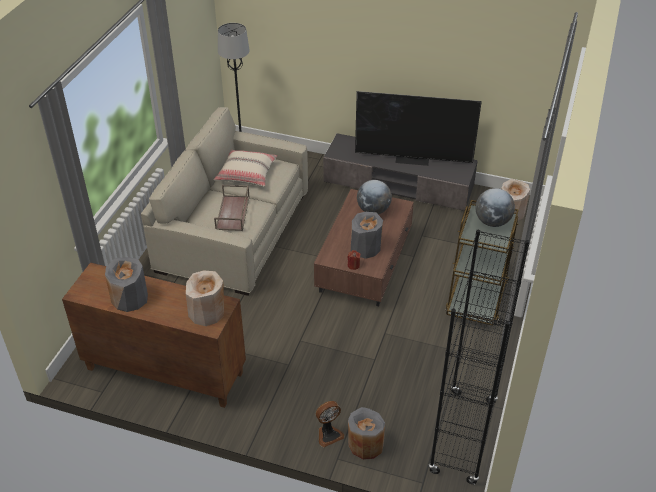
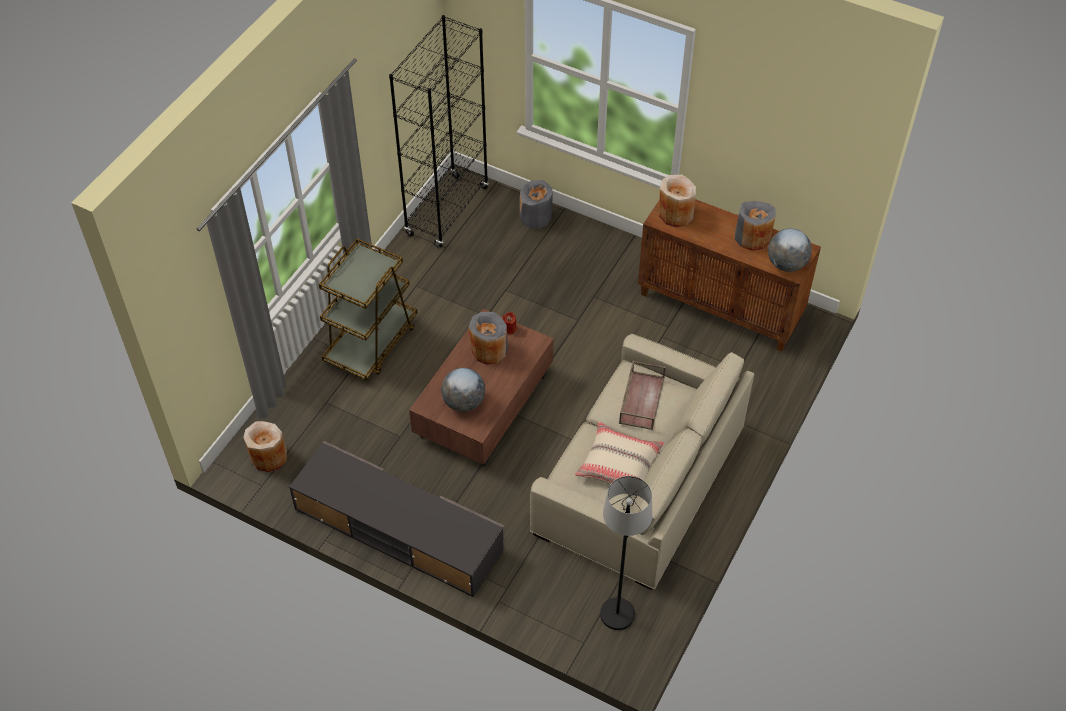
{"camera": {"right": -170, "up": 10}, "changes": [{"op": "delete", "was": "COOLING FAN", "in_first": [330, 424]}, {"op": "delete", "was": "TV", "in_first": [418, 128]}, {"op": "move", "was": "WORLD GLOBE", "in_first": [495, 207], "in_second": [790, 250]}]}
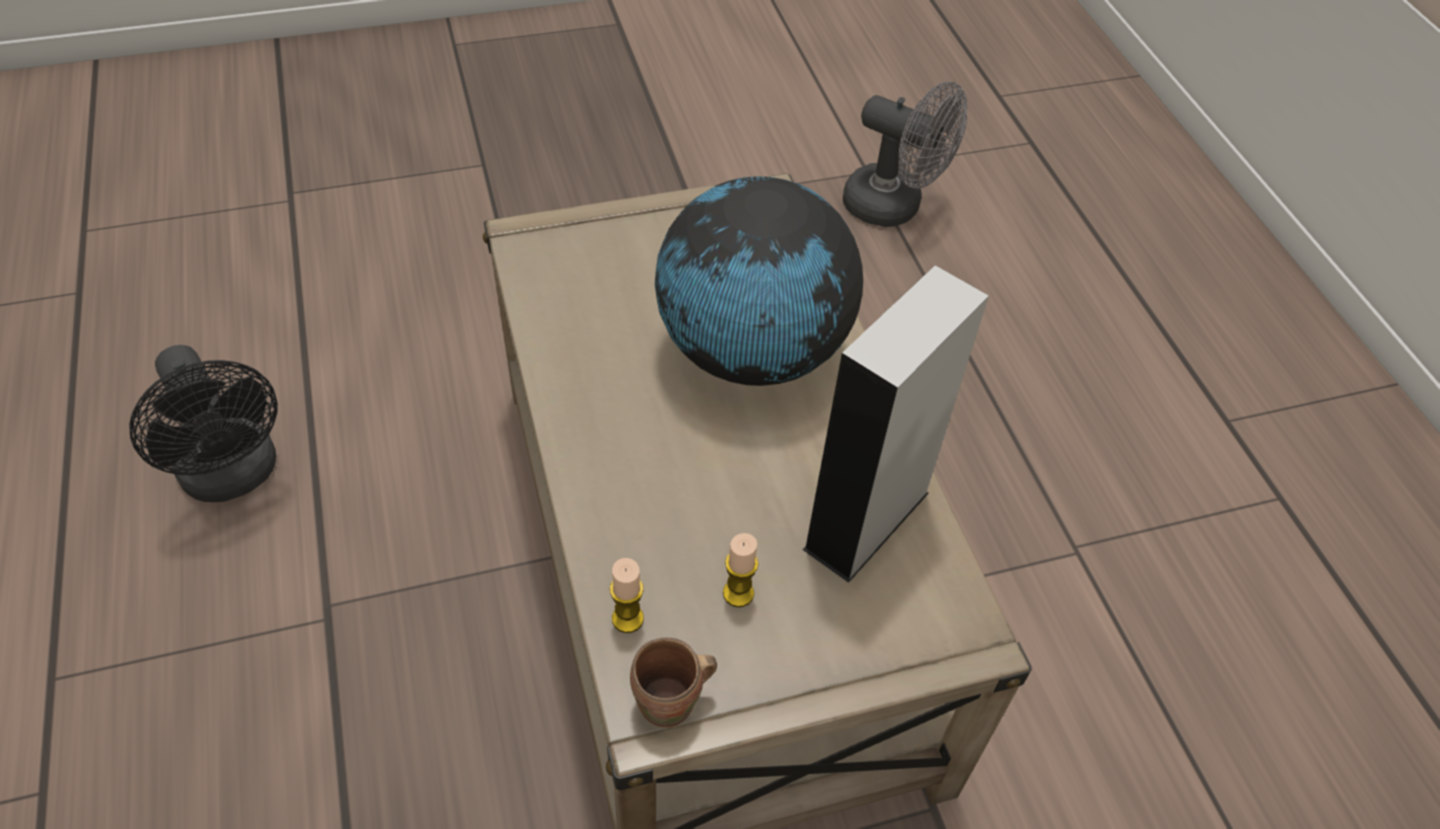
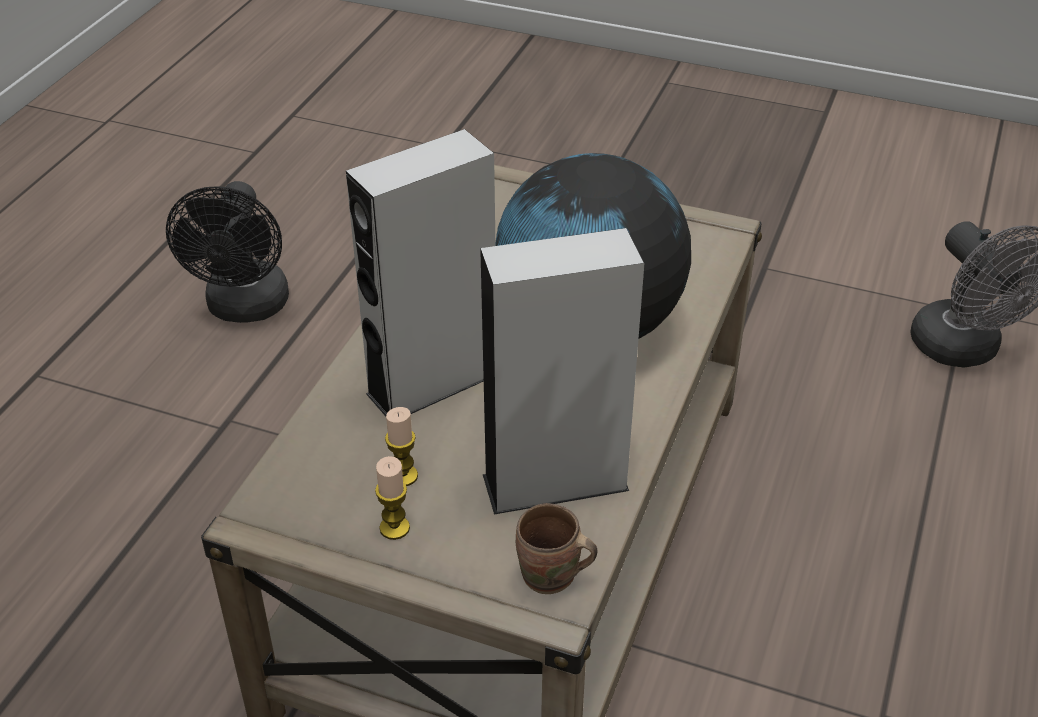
{"camera": {"right": 40, "up": -10}, "changes": [{"op": "insert", "now": "GREYISH SPEAKER", "in_second": [420, 273]}, {"op": "move", "was": "WAX CANDLE", "in_first": [627, 595], "in_second": [392, 498]}, {"op": "move", "was": "BROWN-COLOURED TEA MUG", "in_first": [673, 683], "in_second": [557, 548]}]}
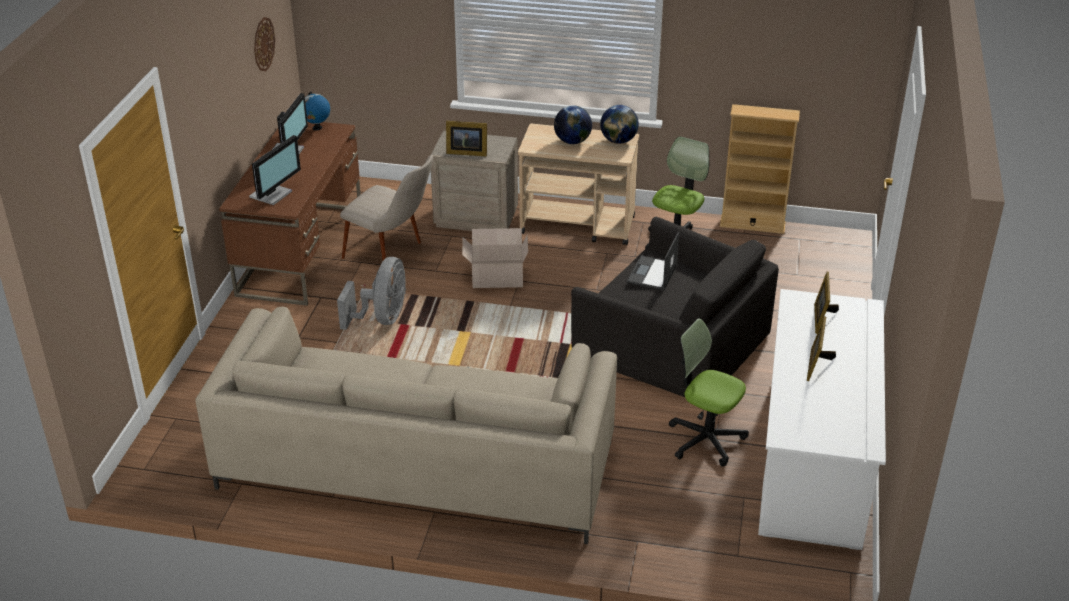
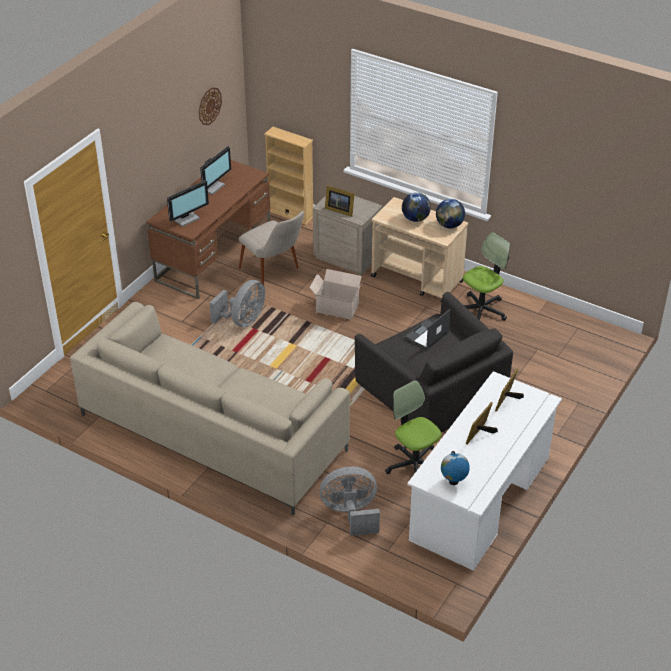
{"camera": {"right": 20, "up": 5}, "changes": [{"op": "insert", "now": "GREYISH COOLING FAN", "in_second": [350, 501]}, {"op": "move", "was": "WORLD GLOBE", "in_first": [317, 110], "in_second": [455, 468]}, {"op": "move", "was": "BEIGE-COLOURED SHELVING UNIT", "in_first": [760, 169], "in_second": [288, 176]}]}
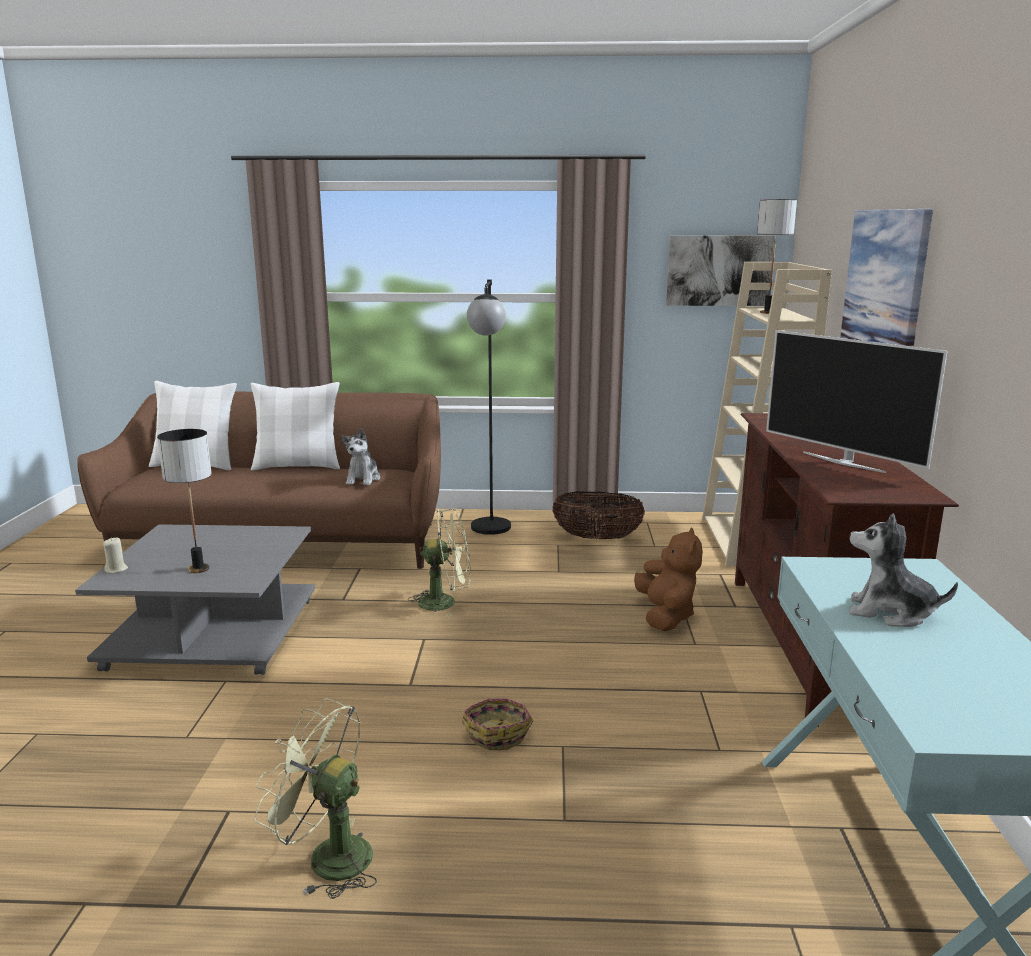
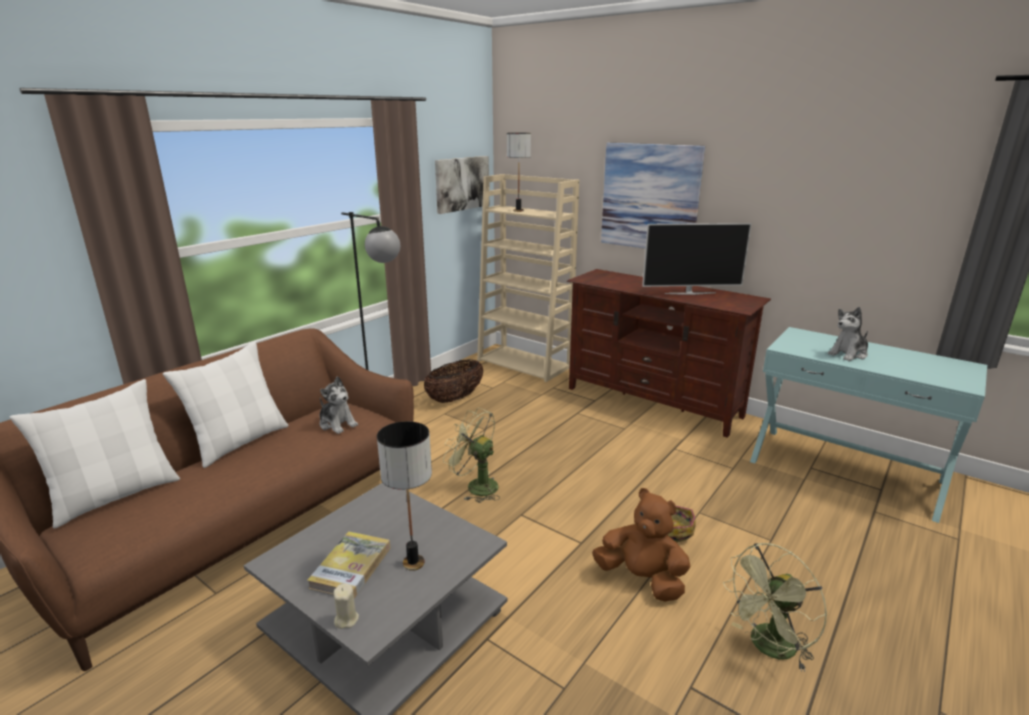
{"camera": {"right": -55, "up": 5}, "changes": [{"op": "insert", "now": "BOOK", "in_second": [348, 565]}, {"op": "move", "was": "BROWN-COLOURED CUDDLY TOY", "in_first": [668, 579], "in_second": [641, 545]}, {"op": "rotate", "was": "GREEN COOLING FAN", "in_first": [439, 563], "in_second": [471, 455], "clockwise": -90}]}
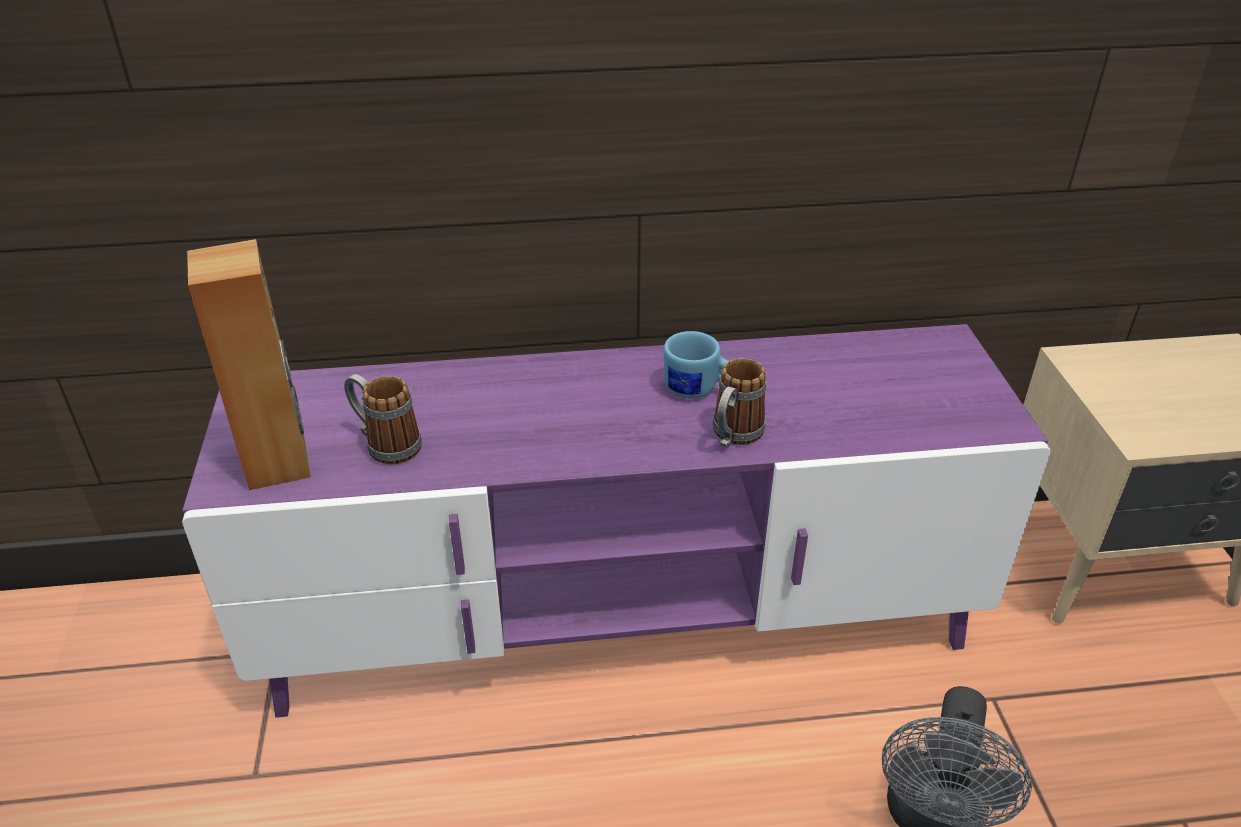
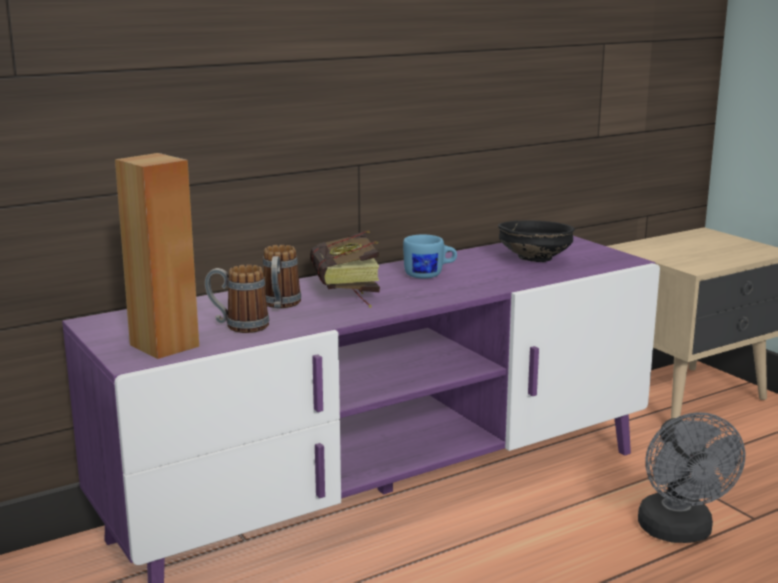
{"camera": {"right": -25, "up": -20}, "changes": [{"op": "insert", "now": "BOOK", "in_second": [345, 269]}, {"op": "insert", "now": "BLACK-COLOURED BOWL", "in_second": [536, 241]}, {"op": "move", "was": "TEA MUG", "in_first": [739, 403], "in_second": [282, 276]}]}
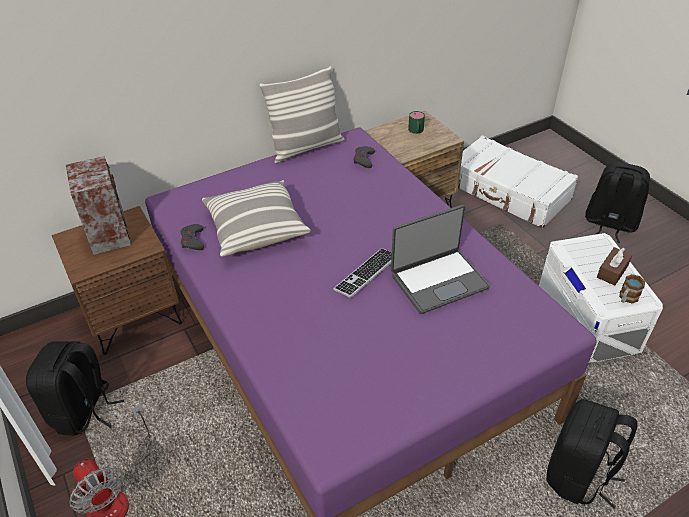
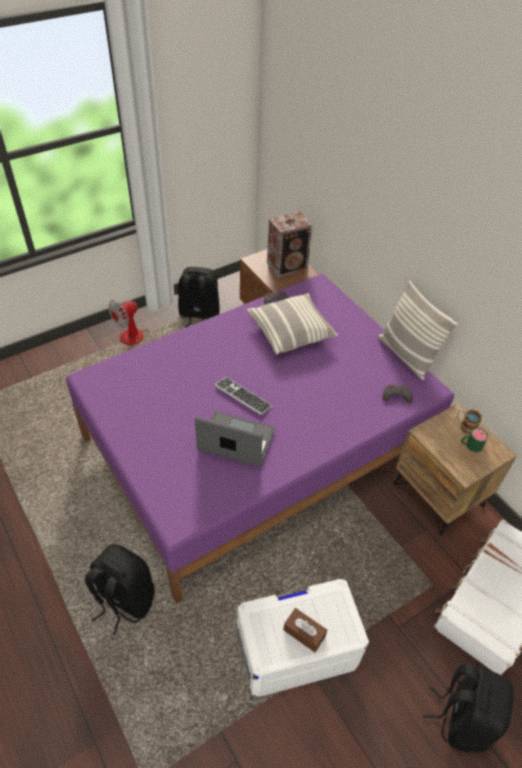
{"camera": {"right": 85, "up": 5}, "changes": [{"op": "move", "was": "TEA MUG", "in_first": [632, 288], "in_second": [469, 421]}, {"op": "rotate", "was": "LAPTOP", "in_first": [440, 259], "in_second": [235, 439], "clockwise": 135}]}
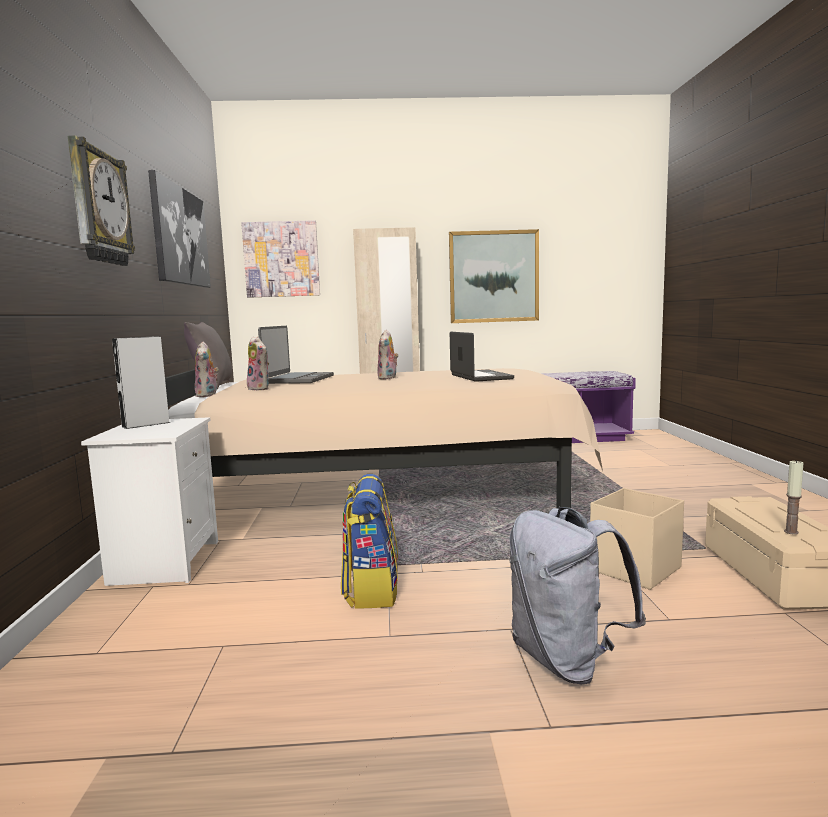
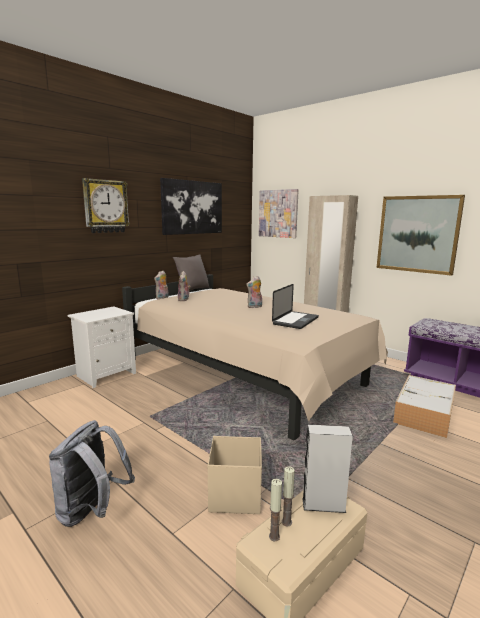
{"camera": {"right": 45, "up": 5}, "changes": [{"op": "delete", "was": "LAPTOP", "in_first": [296, 355]}, {"op": "delete", "was": "BACKPACK", "in_first": [369, 541]}, {"op": "insert", "now": "WAX CANDLE", "in_second": [288, 496]}, {"op": "insert", "now": "STORAGE BIN", "in_second": [424, 406]}, {"op": "move", "was": "GREYISH SPEAKER", "in_first": [141, 382], "in_second": [327, 468]}]}
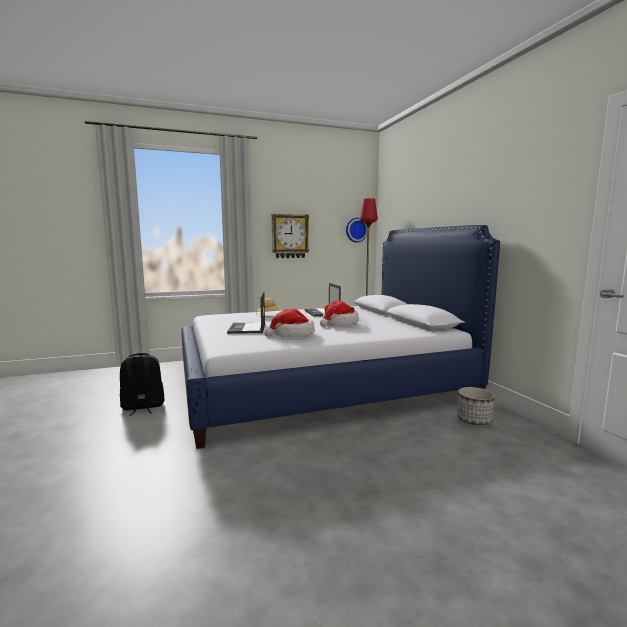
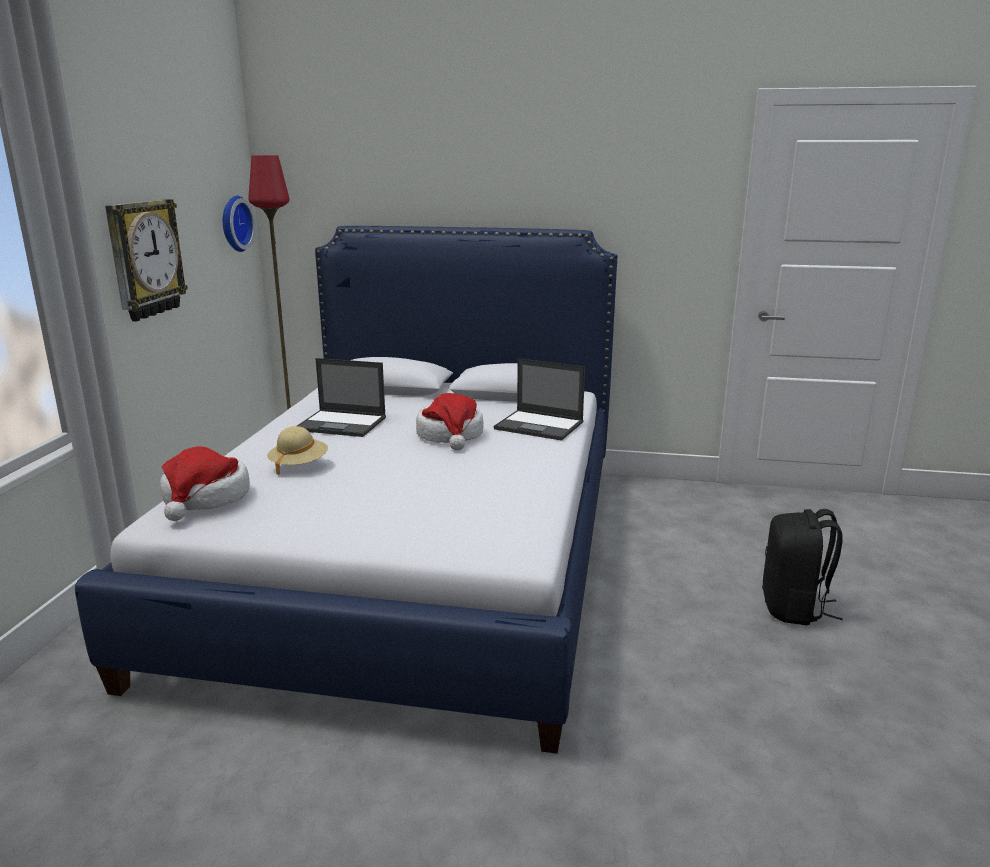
{"camera": {"right": -60, "up": 10}, "changes": [{"op": "delete", "was": "PLANT POT", "in_first": [476, 406]}, {"op": "move", "was": "BLACK-COLOURED BACKPACK", "in_first": [142, 384], "in_second": [802, 567]}, {"op": "move", "was": "LAPTOP", "in_first": [246, 313], "in_second": [539, 399]}, {"op": "move", "was": "HAT", "in_first": [289, 323], "in_second": [205, 483]}]}
